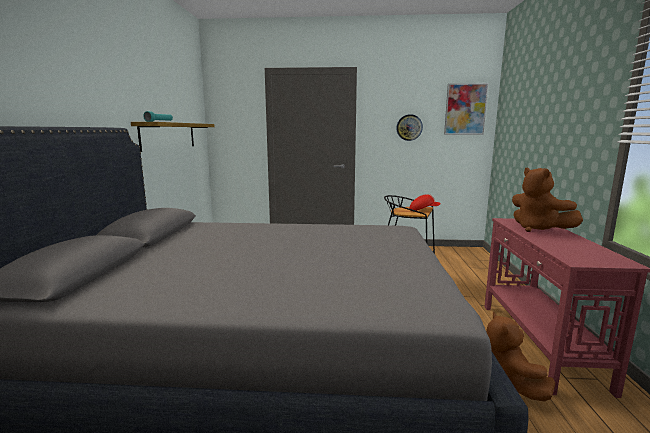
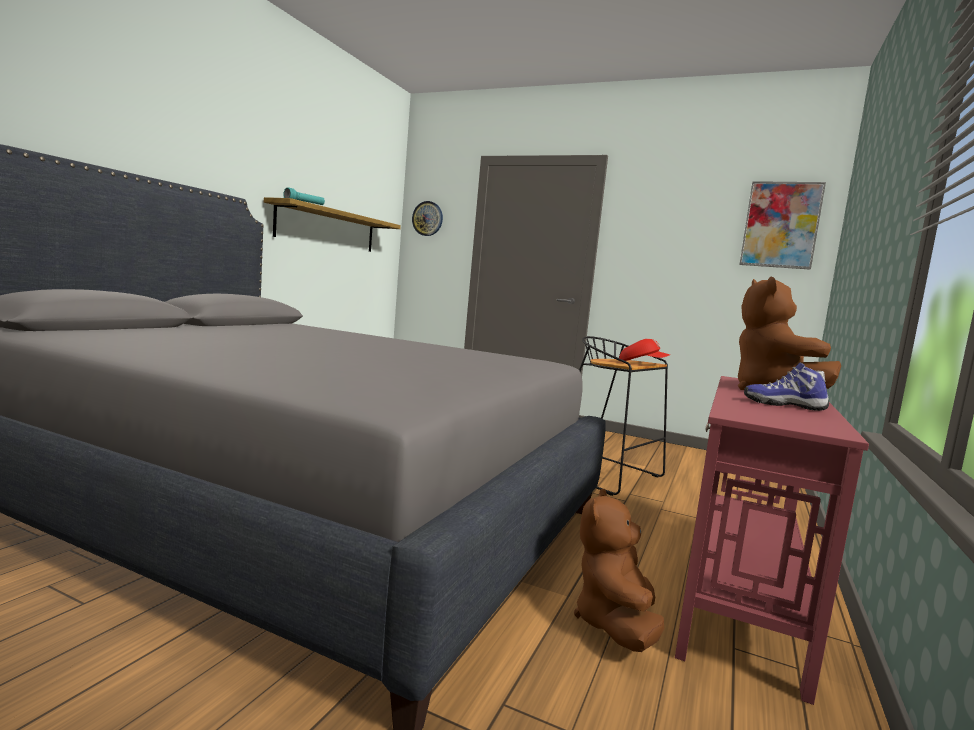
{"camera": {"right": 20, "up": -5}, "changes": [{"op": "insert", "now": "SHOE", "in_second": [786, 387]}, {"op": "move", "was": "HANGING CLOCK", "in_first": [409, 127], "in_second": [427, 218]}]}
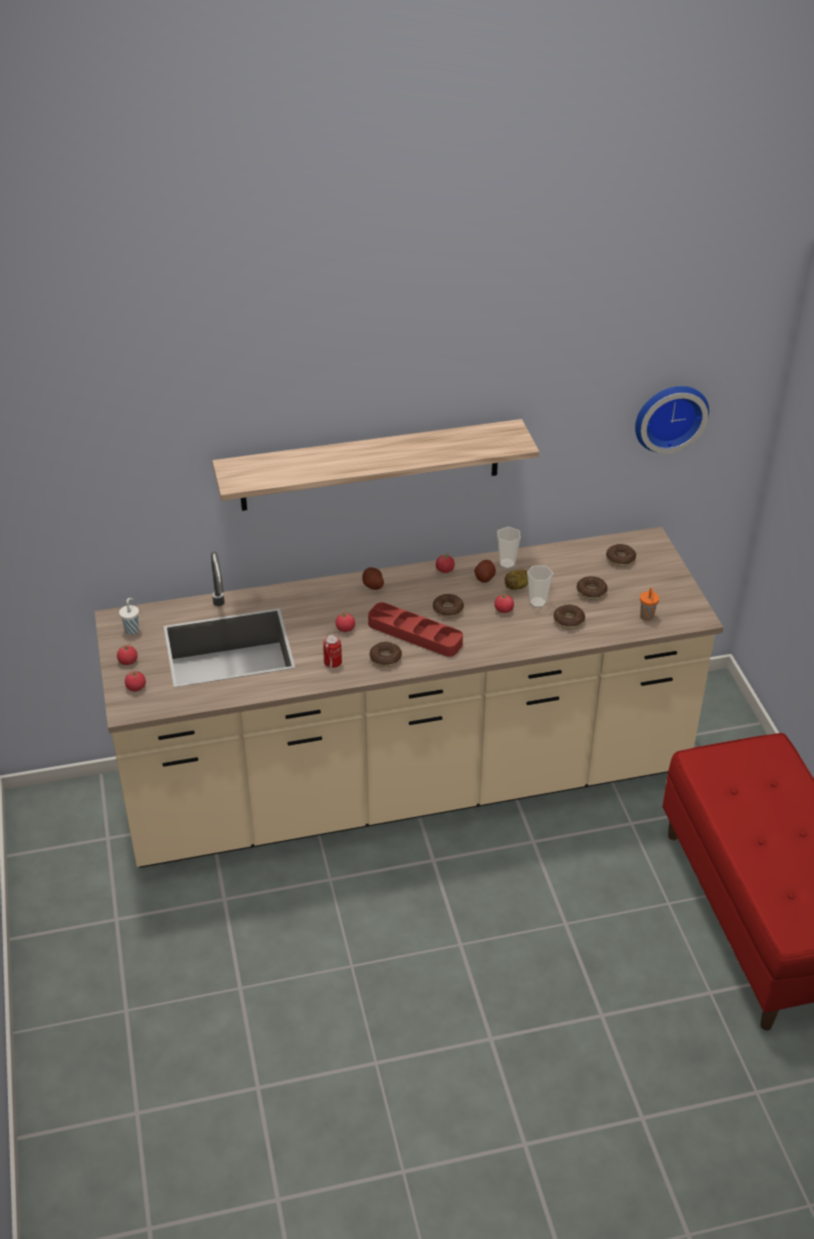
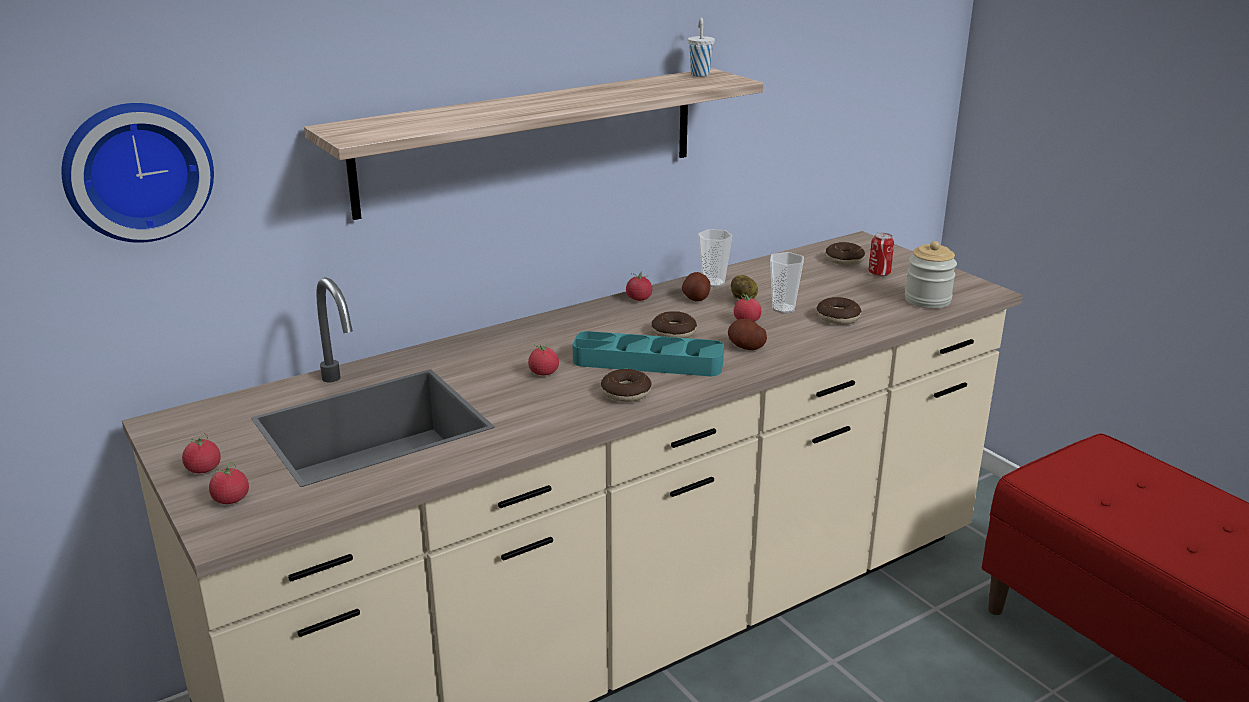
{"camera": {"right": -20, "up": -15}, "changes": [{"op": "delete", "was": "RING DOUGHNUT", "in_first": [592, 588]}, {"op": "move", "was": "WHITE DRINKING CUP", "in_first": [129, 616], "in_second": [701, 47]}, {"op": "move", "was": "CAN", "in_first": [332, 651], "in_second": [881, 254]}, {"op": "move", "was": "SPUD", "in_first": [373, 578], "in_second": [747, 334]}, {"op": "move", "was": "HANGING CLOCK", "in_first": [672, 419], "in_second": [137, 173]}, {"op": "replace", "was": "ORANGE DRINKING CUP", "now": "PRESERVE JAR", "in_first": [649, 604], "in_second": [931, 275]}, {"op": "recolor", "was": "REDDISH CARRYING TRAY", "now": "BLUE-GREEN CARRYING TRAY", "in_first": [415, 629], "in_second": [648, 353]}]}
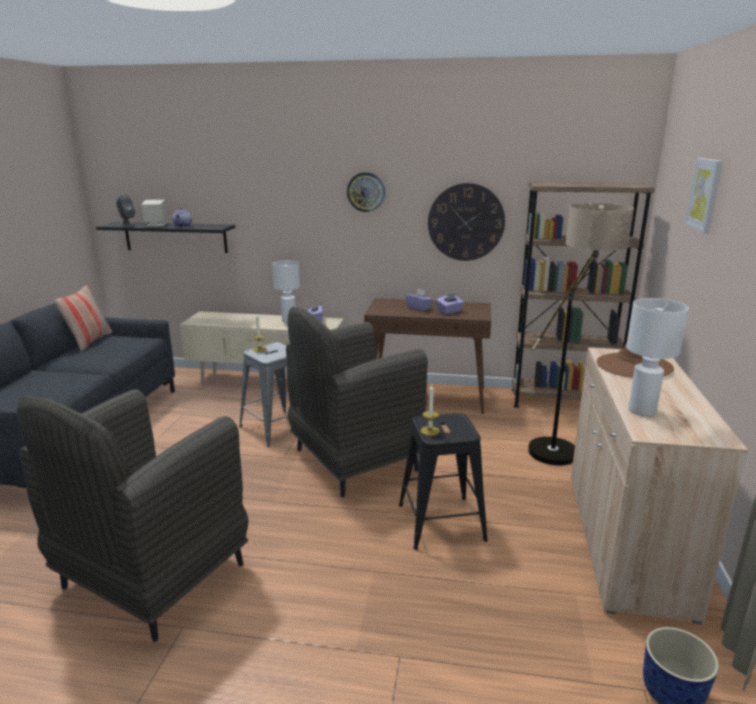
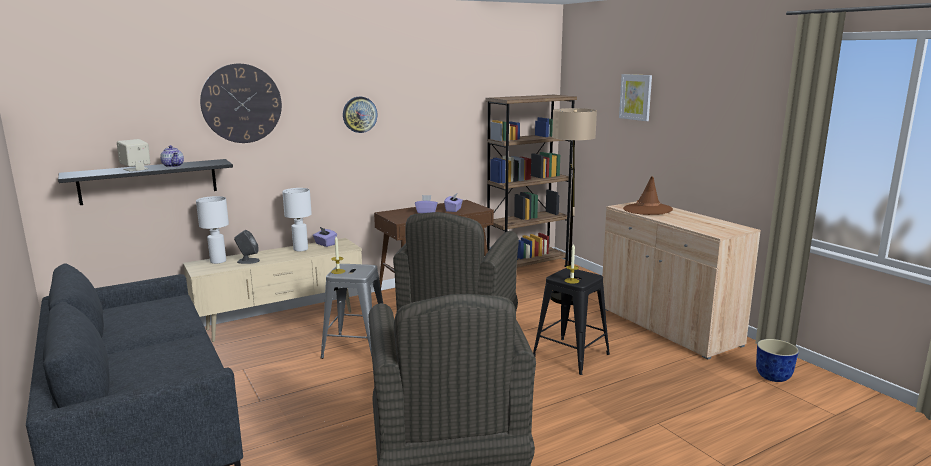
{"camera": {"right": -40, "up": -5}, "changes": [{"op": "delete", "was": "PILLOW", "in_first": [83, 318]}, {"op": "move", "was": "GREYISH SPEAKER", "in_first": [126, 210], "in_second": [247, 247]}, {"op": "move", "was": "HANGING CLOCK", "in_first": [466, 222], "in_second": [241, 103]}, {"op": "move", "was": "WHITE TABLETOP LAMP", "in_first": [657, 357], "in_second": [212, 230]}]}
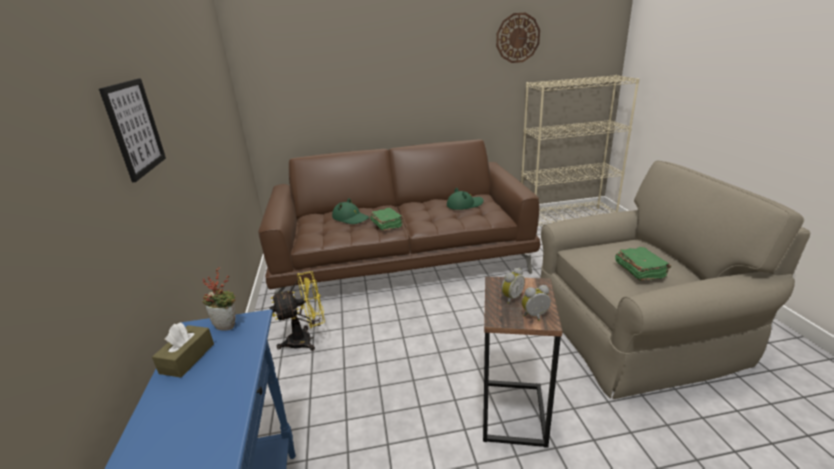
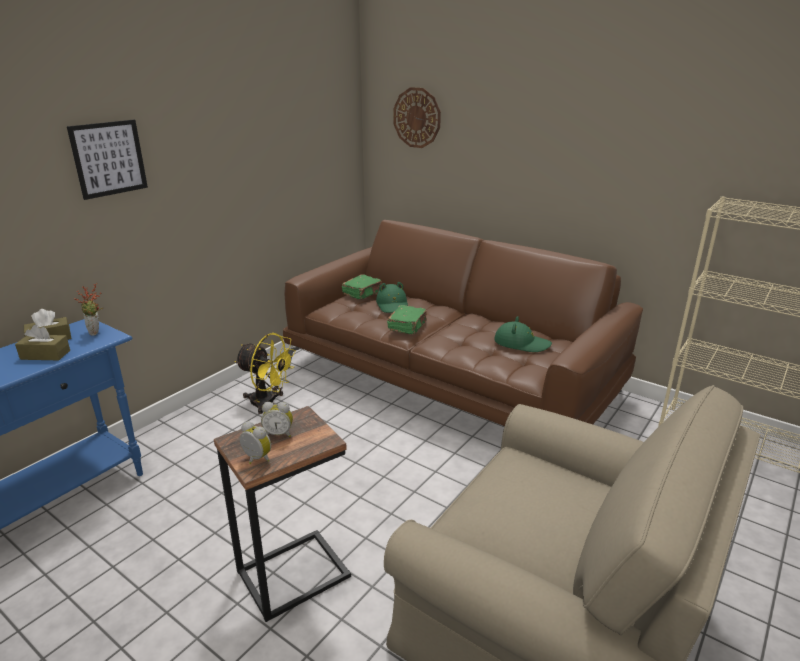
{"camera": {"right": 45, "up": 0}, "changes": [{"op": "insert", "now": "BROWN-COLOURED TISSUE BOX", "in_second": [42, 342]}, {"op": "move", "was": "HANGING CLOCK", "in_first": [518, 38], "in_second": [417, 117]}, {"op": "move", "was": "GREEN BOOK", "in_first": [643, 264], "in_second": [362, 286]}]}
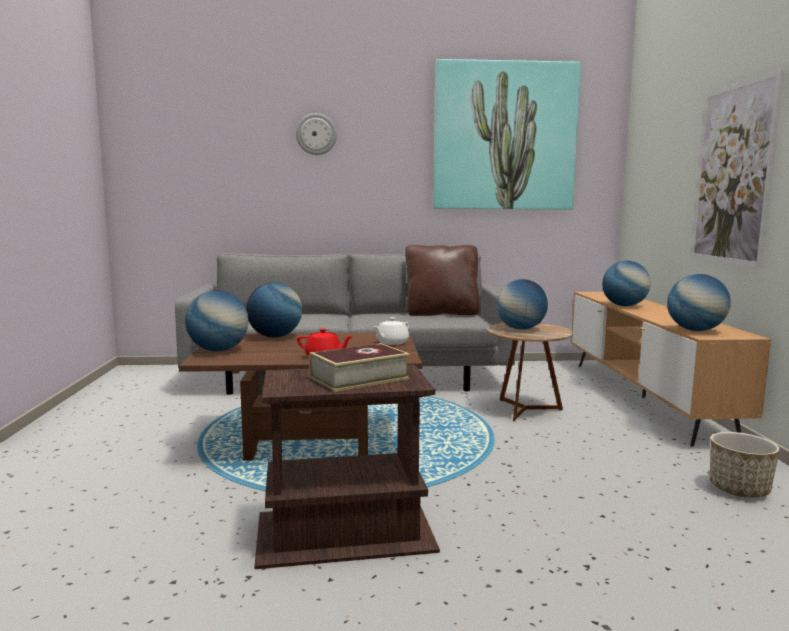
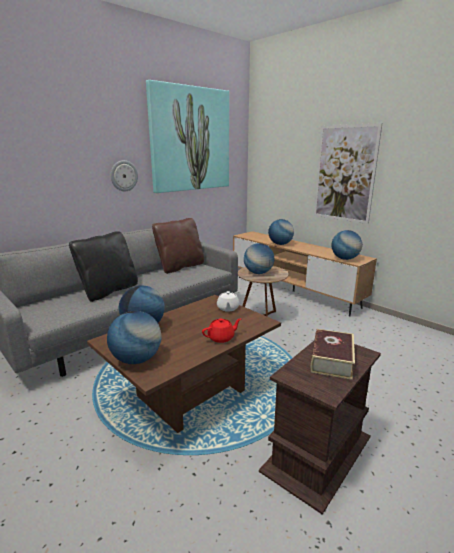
{"camera": {"right": -40, "up": 10}, "changes": [{"op": "delete", "was": "PLANT POT", "in_first": [745, 465]}, {"op": "insert", "now": "BLACK-COLOURED PILLOW", "in_second": [103, 266]}, {"op": "move", "was": "HANGING CLOCK", "in_first": [316, 134], "in_second": [124, 175]}]}
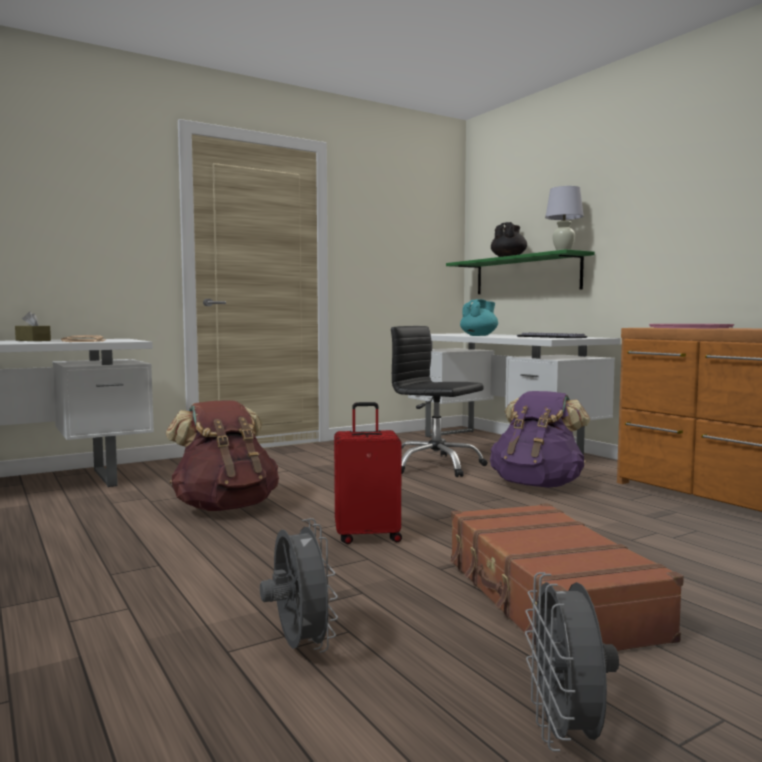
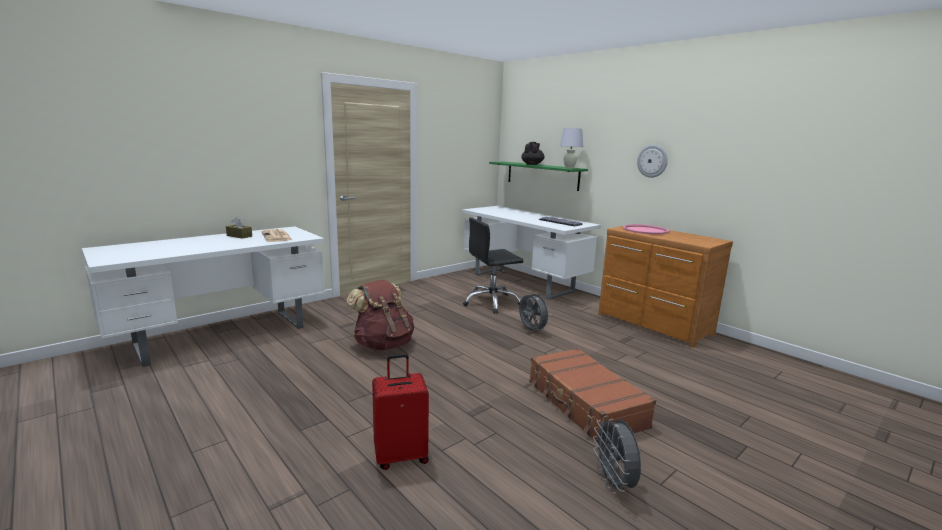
{"camera": {"right": -10, "up": 10}, "changes": [{"op": "delete", "was": "BLUE-GREEN POT FOR TEA", "in_first": [479, 317]}, {"op": "delete", "was": "PURPLE BACKPACK", "in_first": [540, 439]}, {"op": "insert", "now": "HANGING CLOCK", "in_second": [652, 161]}, {"op": "move", "was": "GREYISH COOLING FAN", "in_first": [299, 585], "in_second": [535, 311]}, {"op": "move", "was": "REDDISH PIECE OF LUGGAGE", "in_first": [368, 473], "in_second": [400, 412]}, {"op": "rotate", "was": "BLACK-COLOURED OFFICE CHAIR", "in_first": [439, 401], "in_second": [493, 265], "clockwise": -45}]}
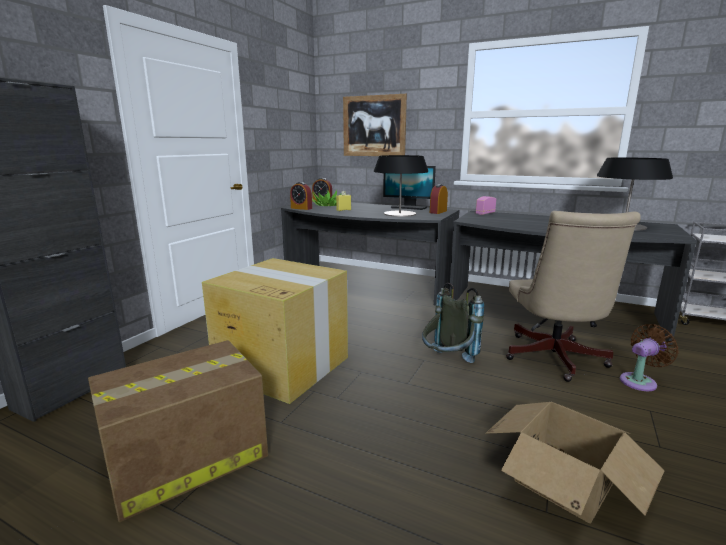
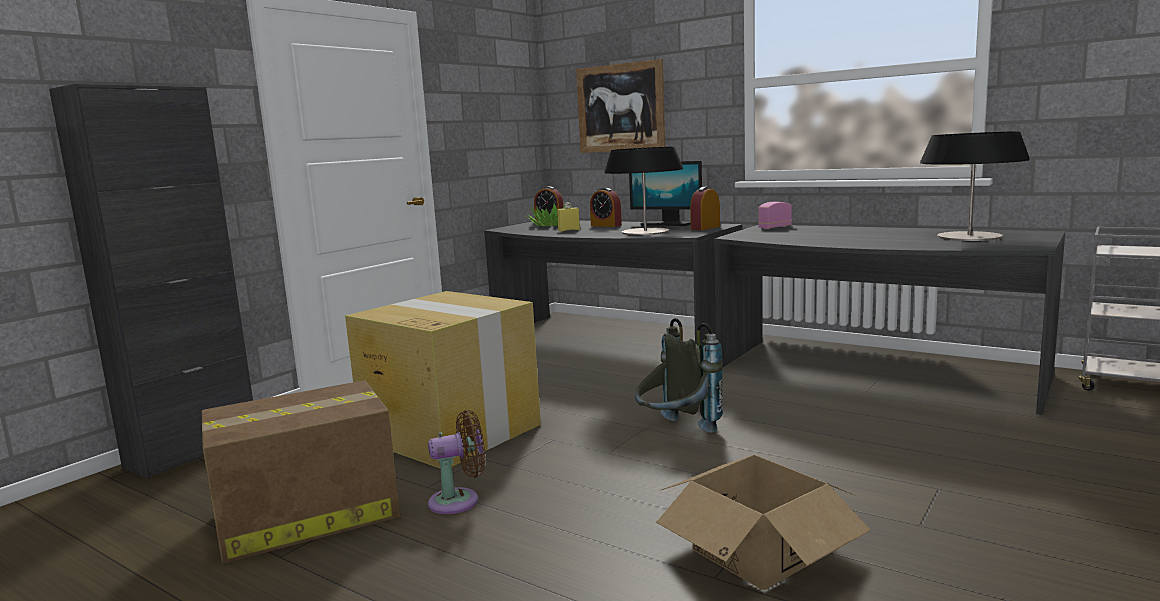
{"camera": {"right": 10, "up": -5}, "changes": [{"op": "delete", "was": "BEIGE-COLOURED OFFICE CHAIR", "in_first": [573, 296]}, {"op": "move", "was": "TABLE CLOCK", "in_first": [301, 196], "in_second": [606, 207]}, {"op": "move", "was": "BROWN-COLOURED COOLING FAN", "in_first": [649, 357], "in_second": [456, 462]}]}
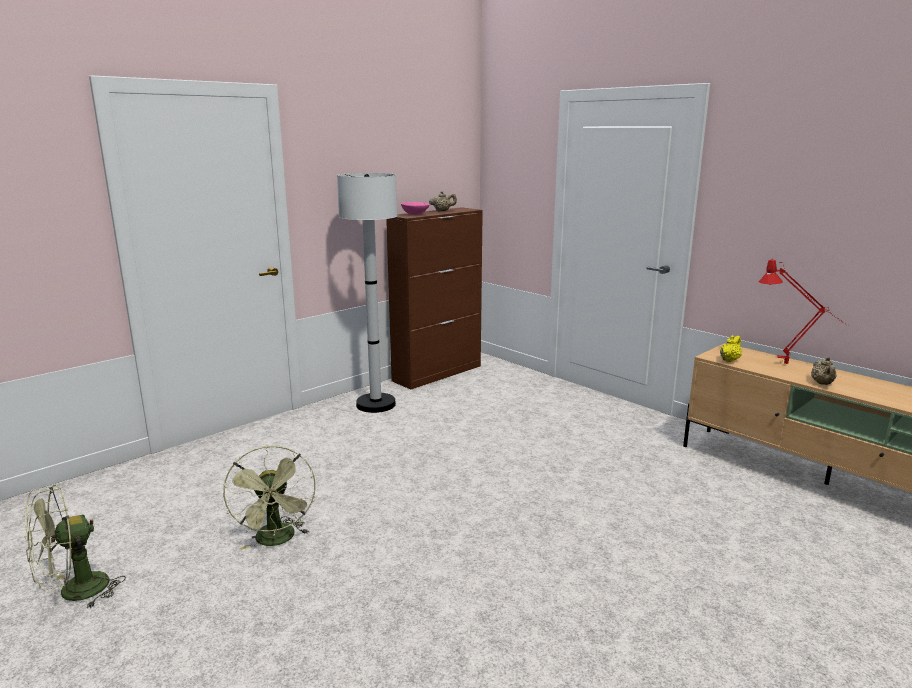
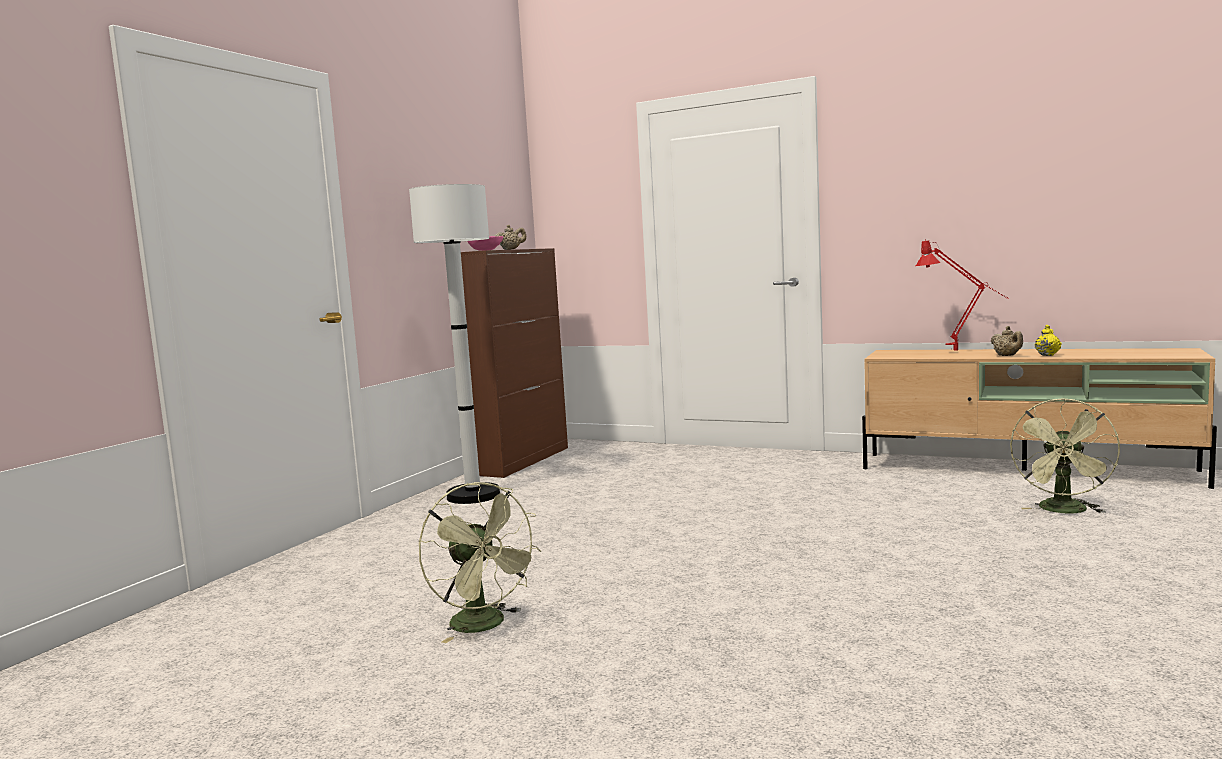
{"camera": {"right": -20, "up": -10}, "changes": [{"op": "move", "was": "GREEN COOLING FAN", "in_first": [75, 546], "in_second": [1065, 455]}, {"op": "move", "was": "YELLOW POT FOR TEA", "in_first": [731, 348], "in_second": [1048, 340]}]}
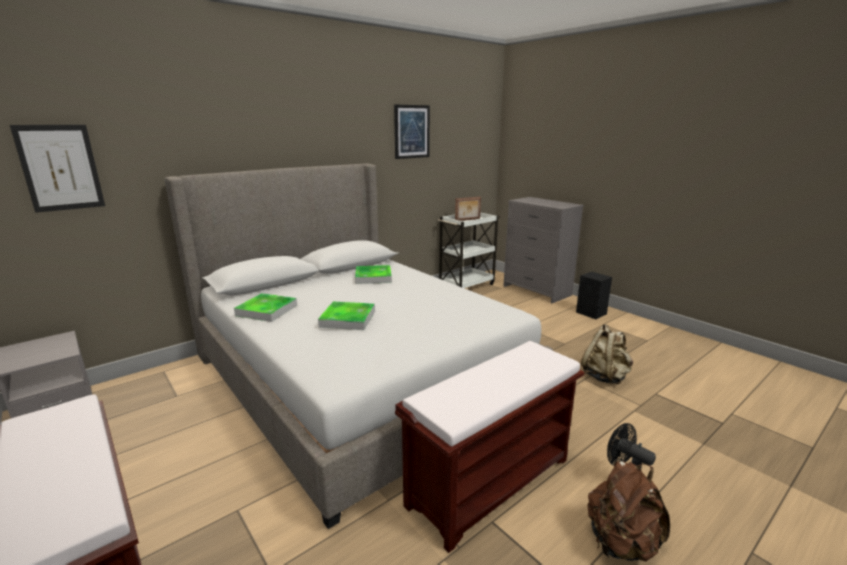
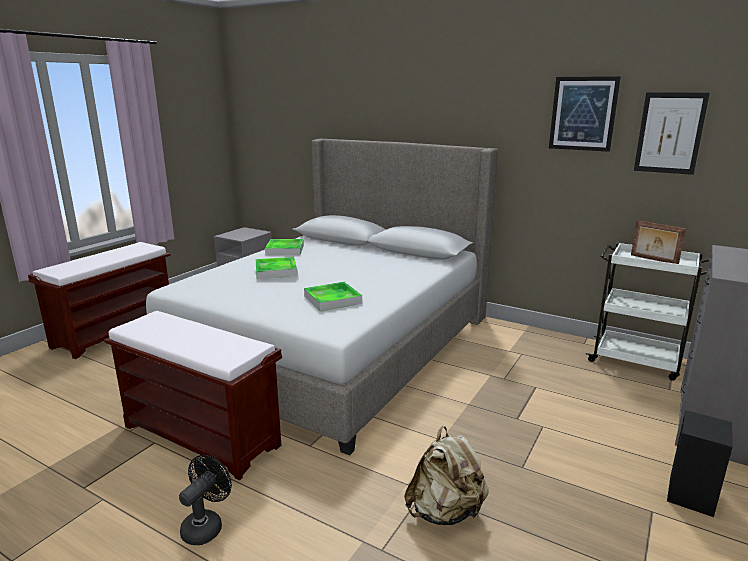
{"camera": {"right": 70, "up": 0}, "changes": [{"op": "delete", "was": "BROWN-COLOURED BACKPACK", "in_first": [629, 511]}, {"op": "move", "was": "WALL ART", "in_first": [57, 169], "in_second": [672, 133]}, {"op": "move", "was": "CARRYING TRAY", "in_first": [373, 274], "in_second": [333, 296]}]}
